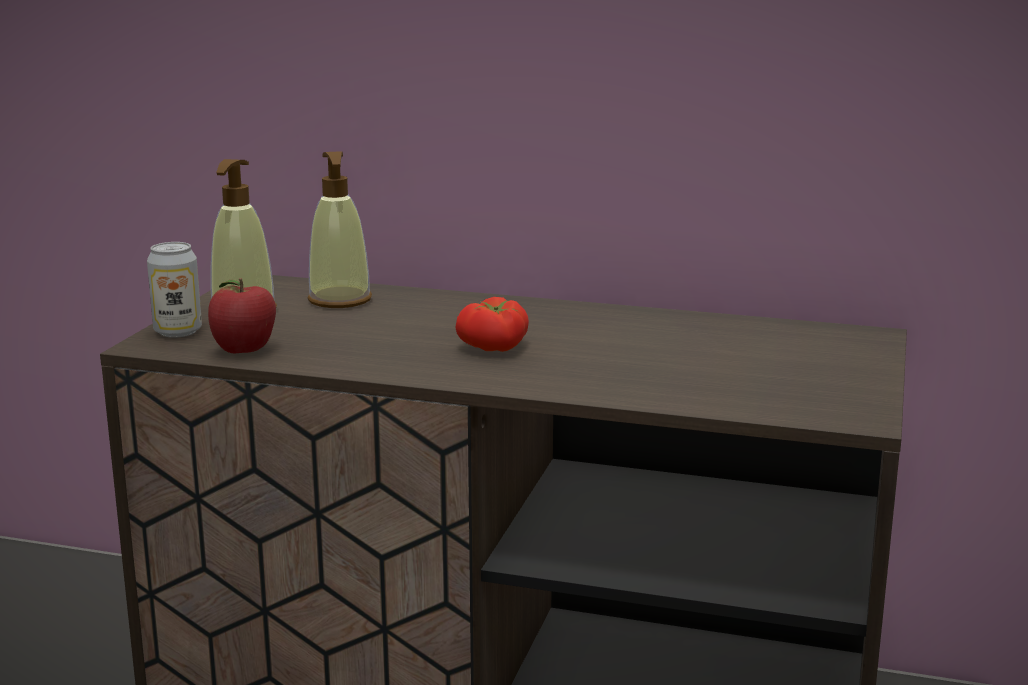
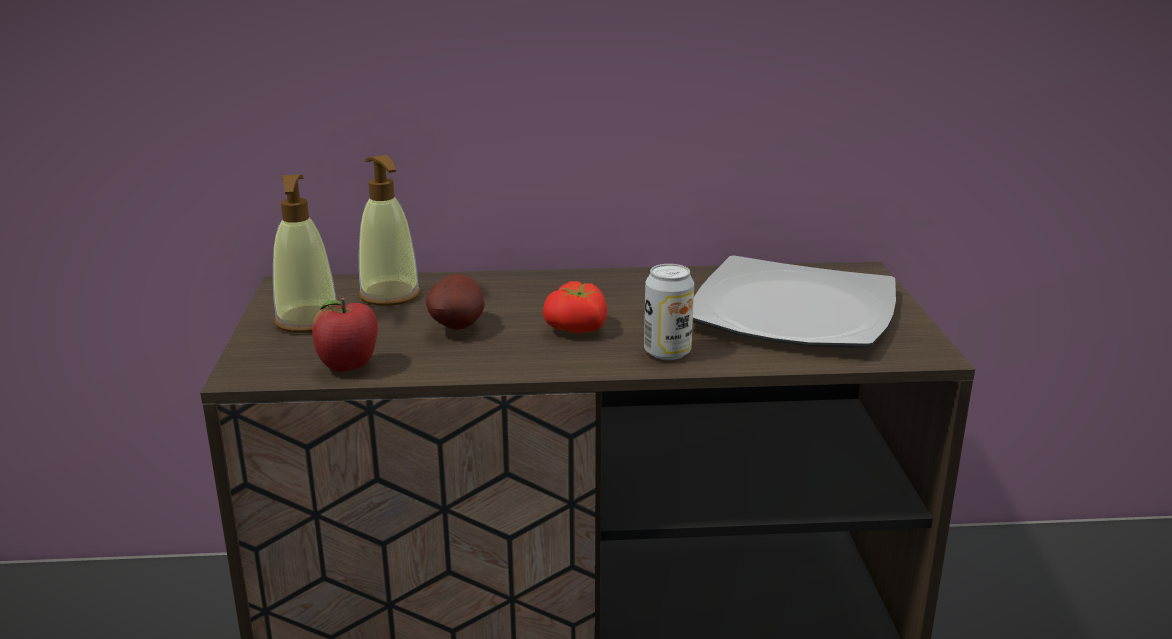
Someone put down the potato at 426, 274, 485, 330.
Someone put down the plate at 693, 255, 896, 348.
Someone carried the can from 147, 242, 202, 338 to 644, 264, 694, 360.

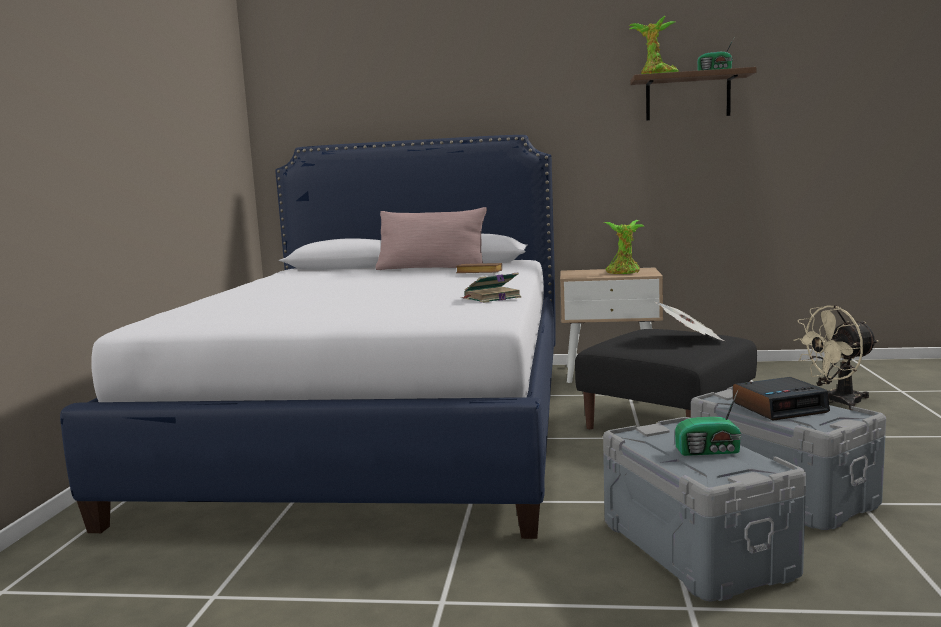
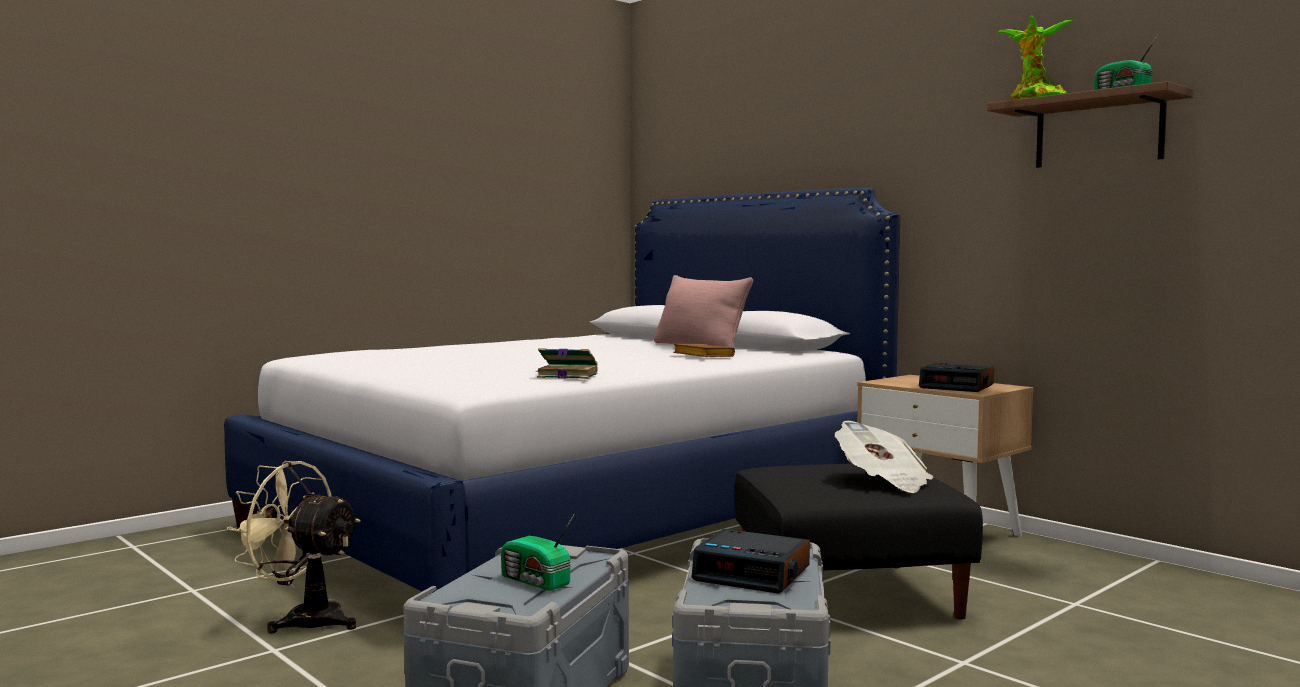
Someone carried the fan/beige from 793, 305, 878, 410 to 227, 461, 361, 634.
Someone swapped the potted plant at 603, 220, 644, 274 for the alarm clock at 919, 363, 994, 392.

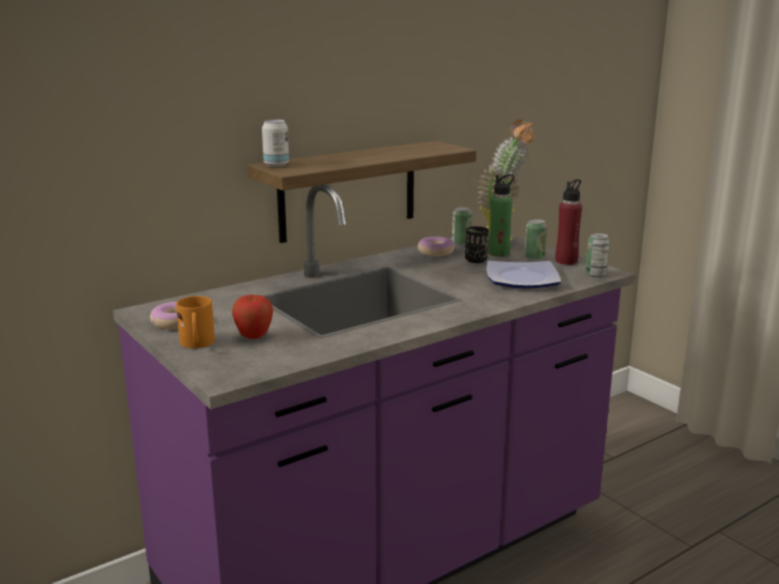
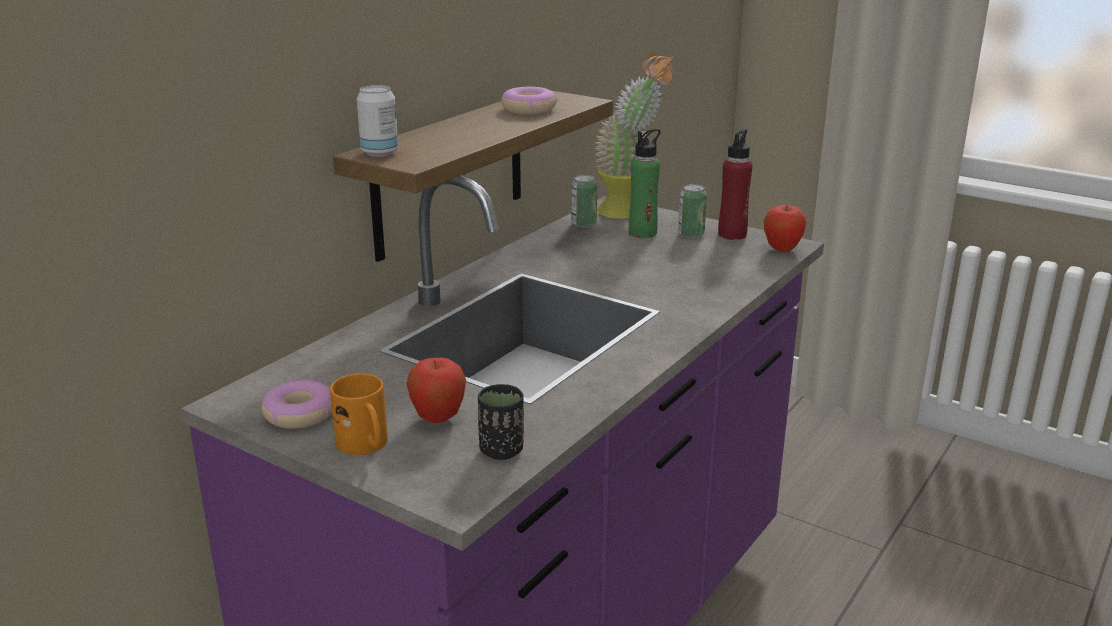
Someone took away the plate at 486, 261, 561, 289.
Someone carried the donut from 418, 236, 455, 257 to 501, 87, 557, 115.
Someone carried the cup/black from 465, 226, 489, 263 to 478, 384, 524, 460.
Someone swapped the can at 585, 233, 610, 277 for the apple at 764, 204, 807, 252.

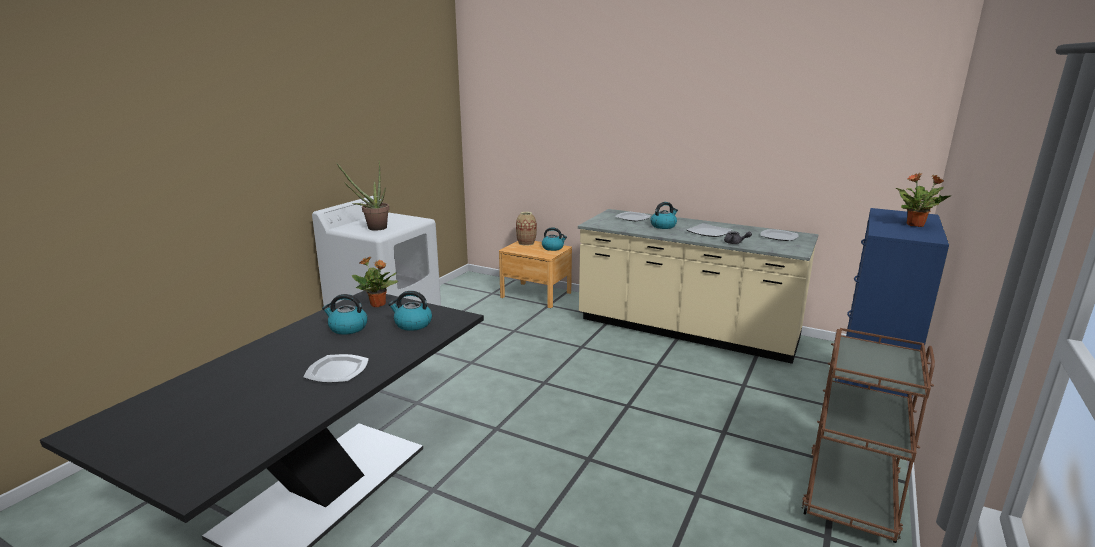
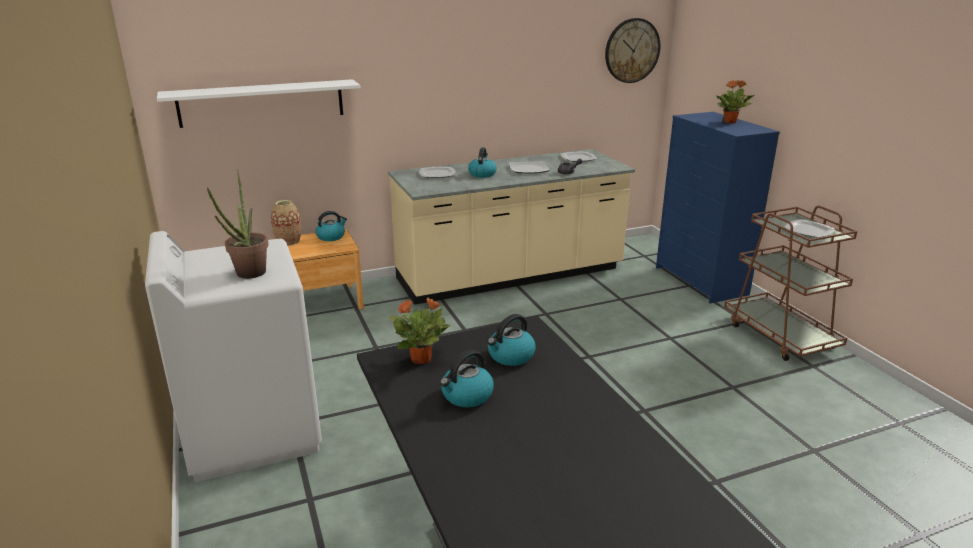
Someone put up the shelf/white at 157, 79, 360, 128.
Someone put up the wall clock at 605, 18, 660, 83.
Someone carried the plate from 303, 354, 369, 382 to 784, 219, 835, 238.

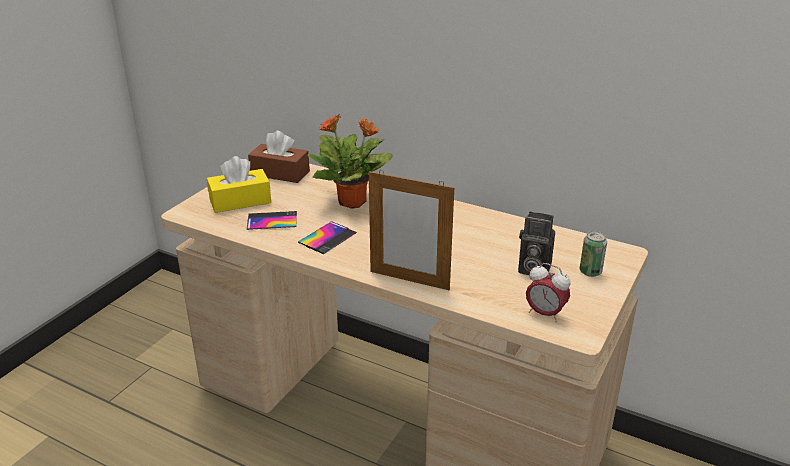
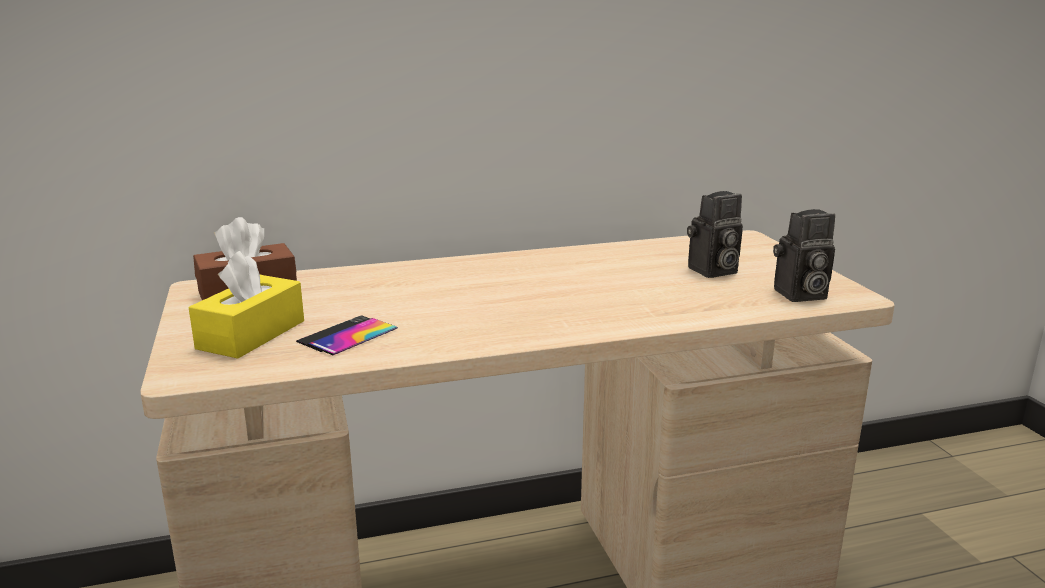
Someone took away the phone at 298, 221, 357, 254.
Someone took away the potted plant at 308, 115, 393, 209.
Someone took away the picture frame at 369, 170, 454, 290.
Someone took away the can at 580, 231, 607, 277.
Someone swapped the alarm clock at 526, 263, 570, 322 for the photo camera at 773, 209, 835, 302.

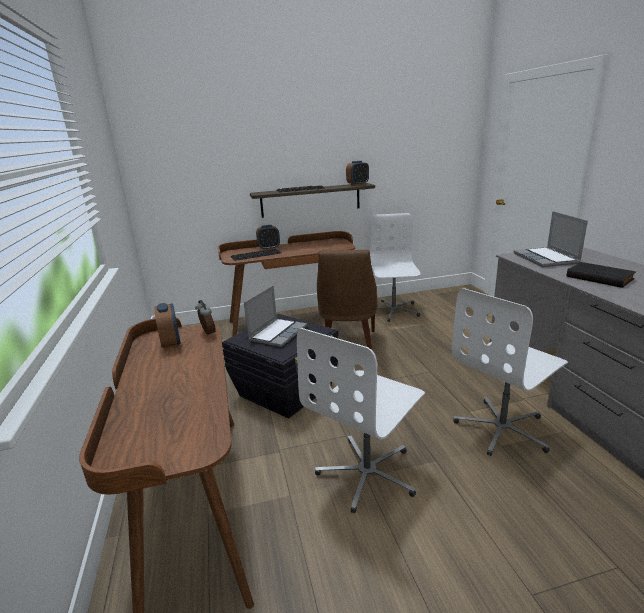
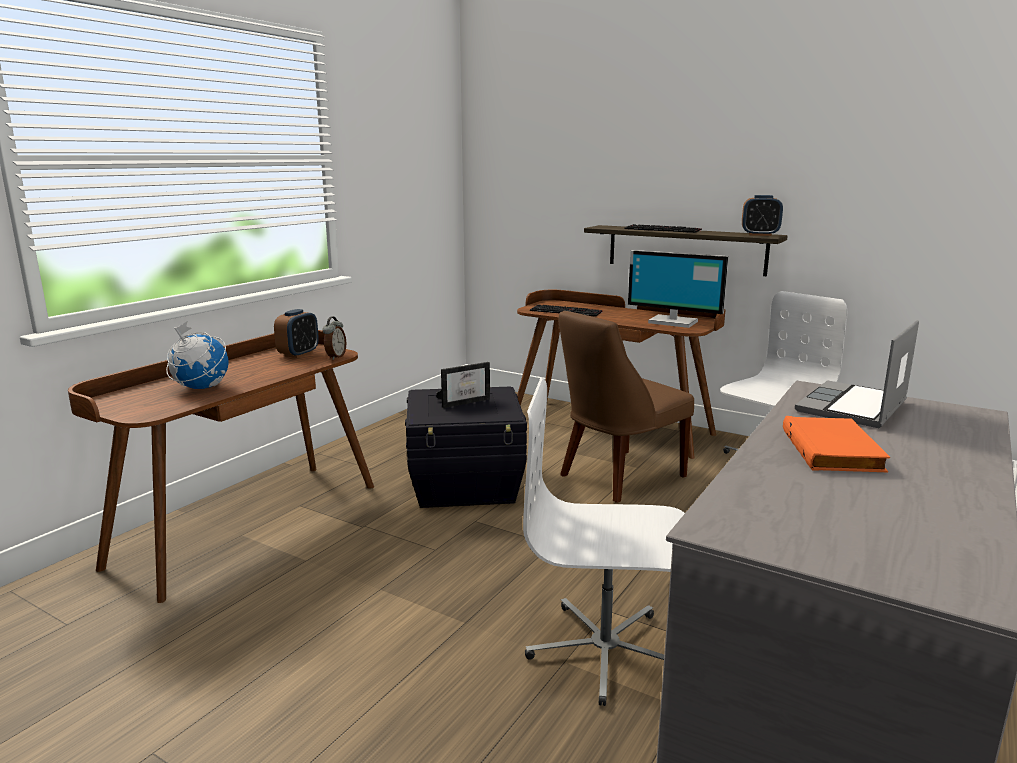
Someone took away the alarm clock at 256, 225, 280, 250.
Someone took away the office chair/white at 297, 328, 425, 513.
Someone put down the globe at 166, 322, 228, 389.
Someone put down the monitor at 628, 250, 729, 328.
Someone swapped the laptop at 244, 285, 307, 347 for the picture frame at 436, 362, 490, 408.
Someone repainted the book/black at 566, 262, 636, 288, which became the book/orange at 783, 416, 890, 472.

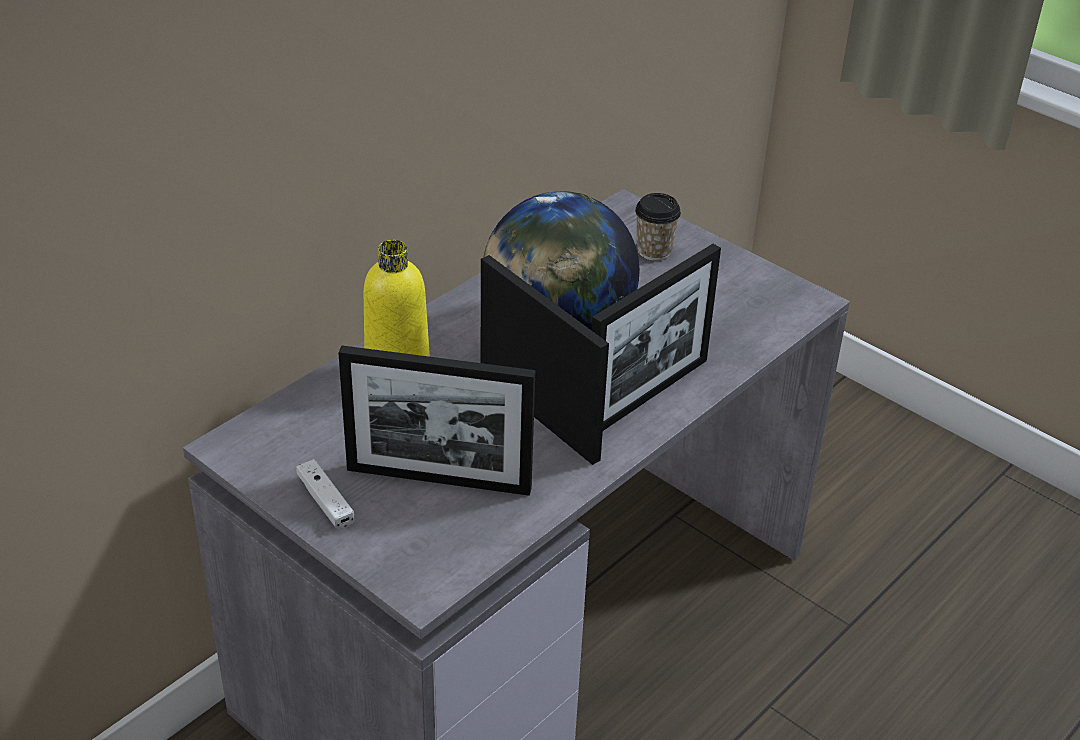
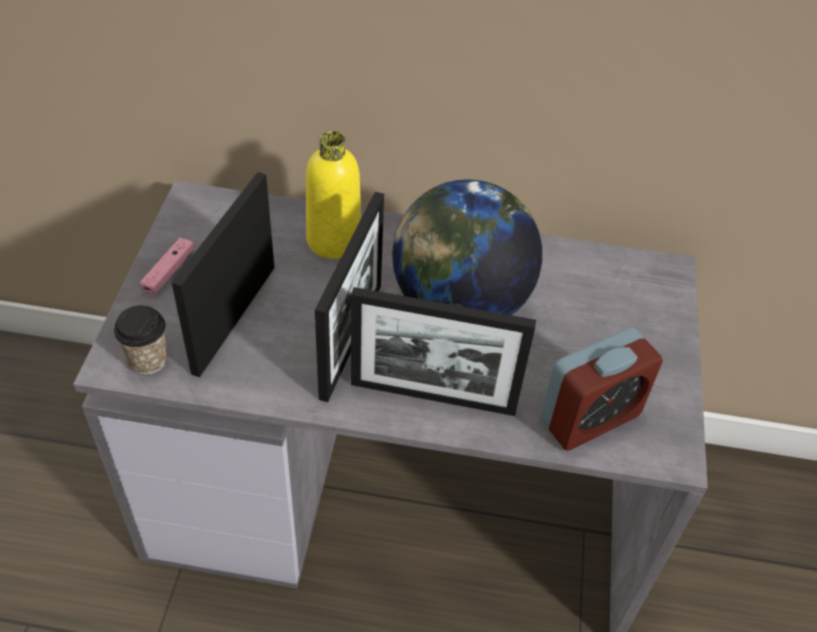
Someone put down the alarm clock at 540, 327, 663, 451.
Someone carried the cup from 635, 193, 681, 261 to 114, 305, 167, 374.
Someone repainted the game controller/white at 296, 459, 354, 529, which became the game controller/pink at 140, 237, 195, 296.
Someone rotated the picture frame at 338, 346, 536, 496 by 45 degrees clockwise.

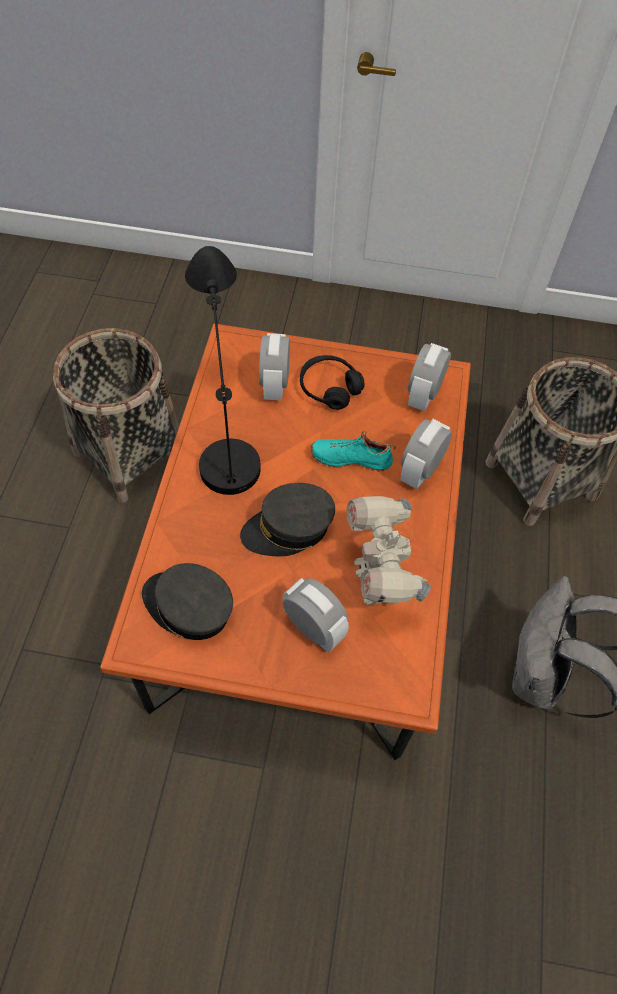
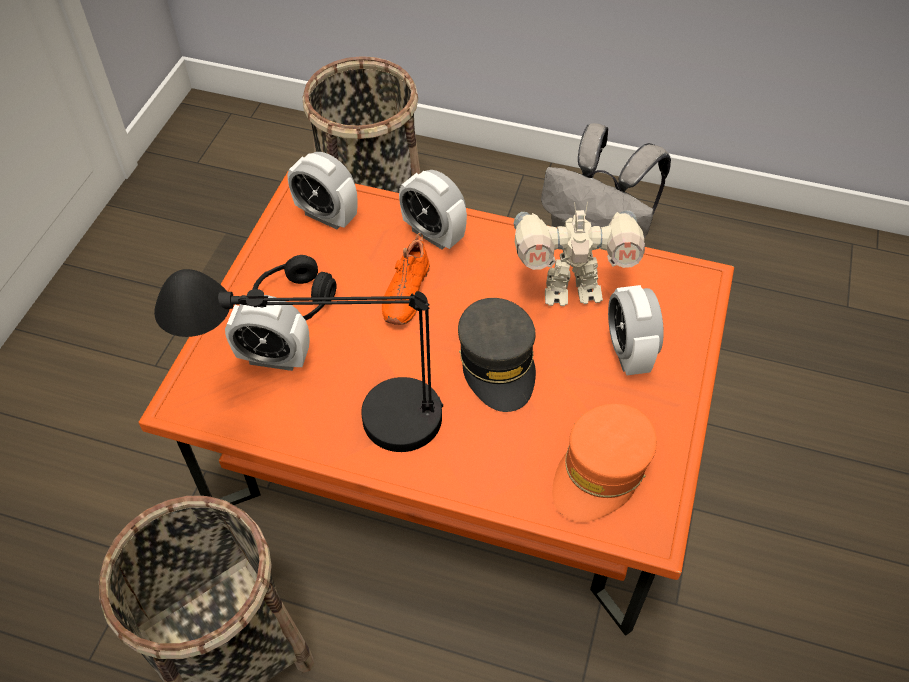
Someone repainted the cap/grey at 142, 563, 233, 640, which became the cap/orange at 552, 403, 657, 522.
Someone repainted the shoe/turquoise at 311, 431, 396, 471, which became the shoe/orange at 382, 233, 430, 325.
Someone rotated the alarm clock at 283, 578, 349, 653 by 60 degrees counterclockwise.

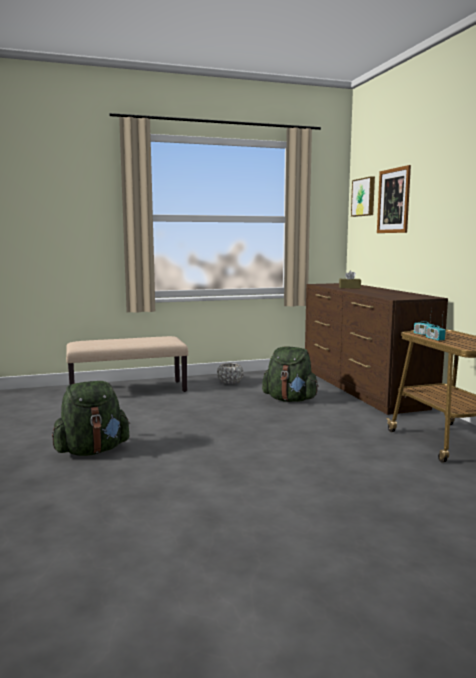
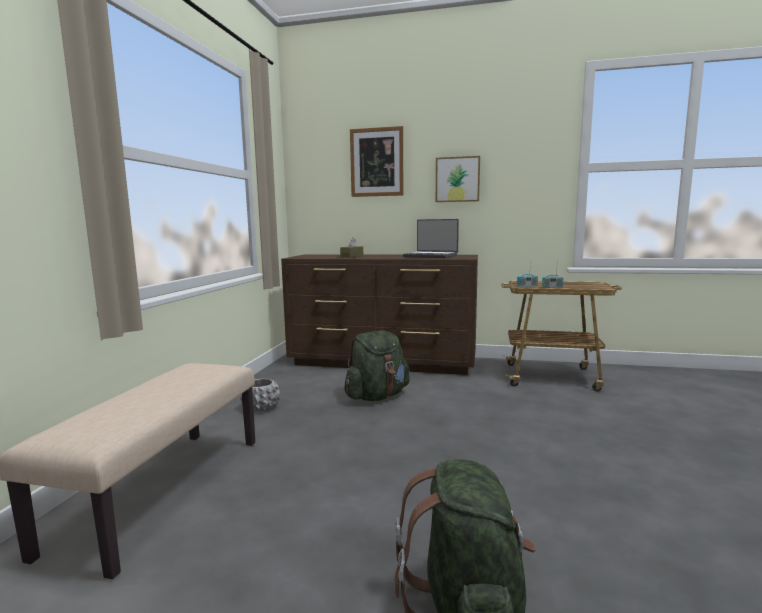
Someone put down the laptop at 403, 219, 459, 258.
Someone carried the picture from 351, 176, 375, 217 to 436, 156, 480, 202.

